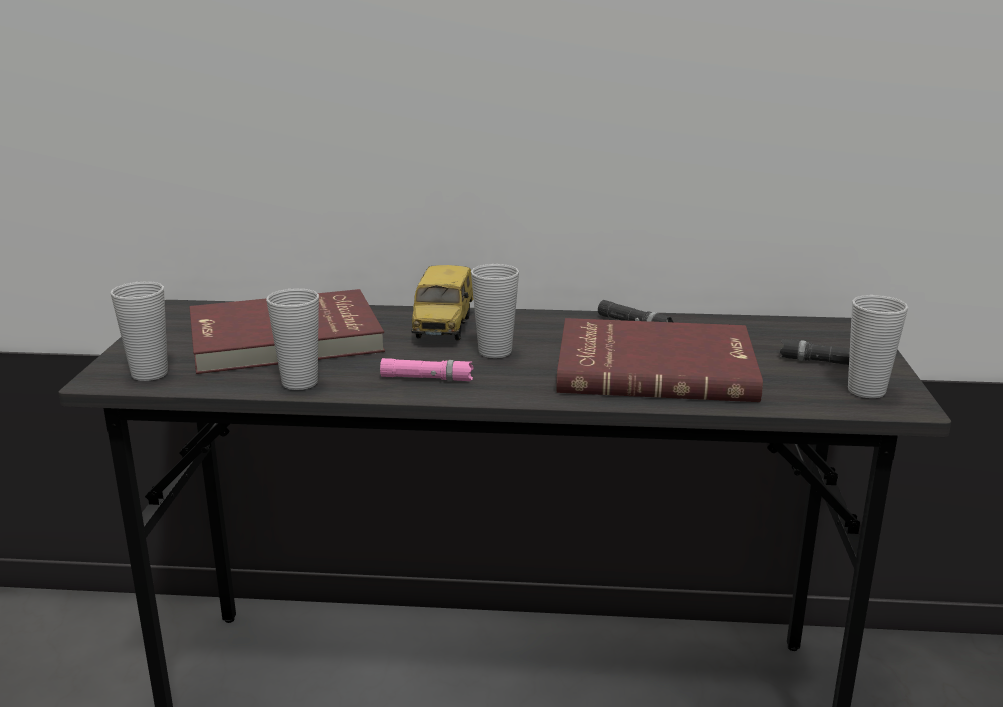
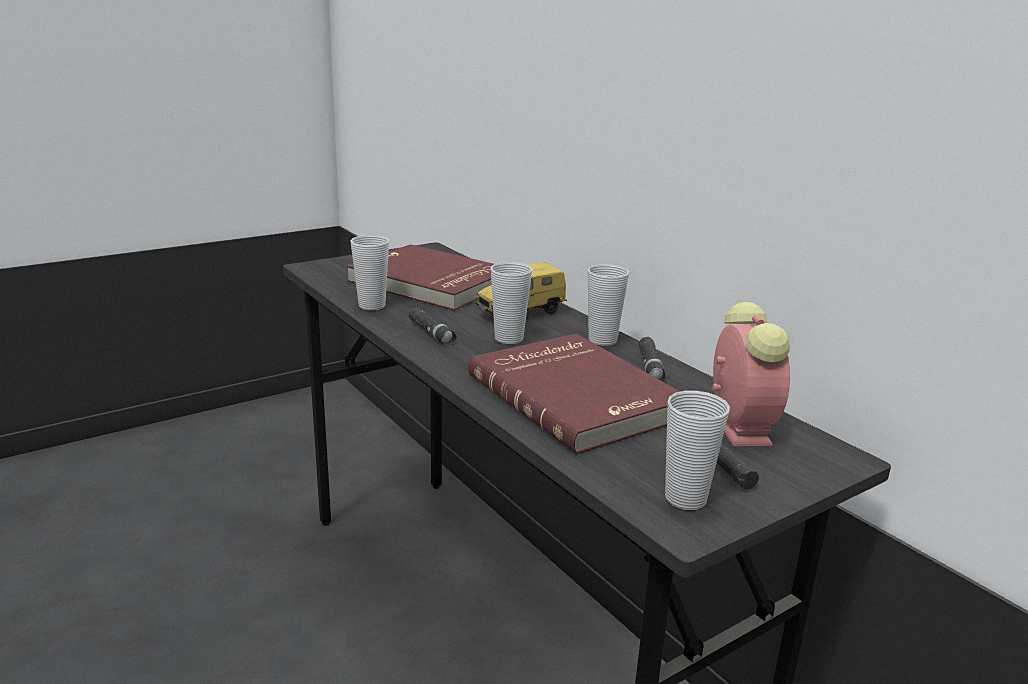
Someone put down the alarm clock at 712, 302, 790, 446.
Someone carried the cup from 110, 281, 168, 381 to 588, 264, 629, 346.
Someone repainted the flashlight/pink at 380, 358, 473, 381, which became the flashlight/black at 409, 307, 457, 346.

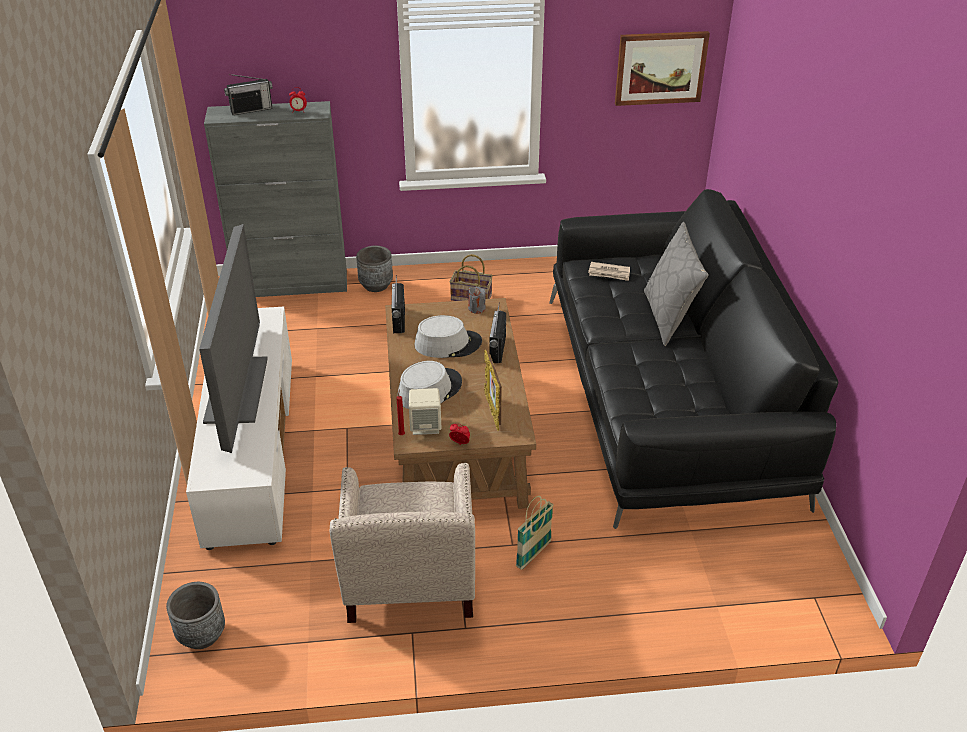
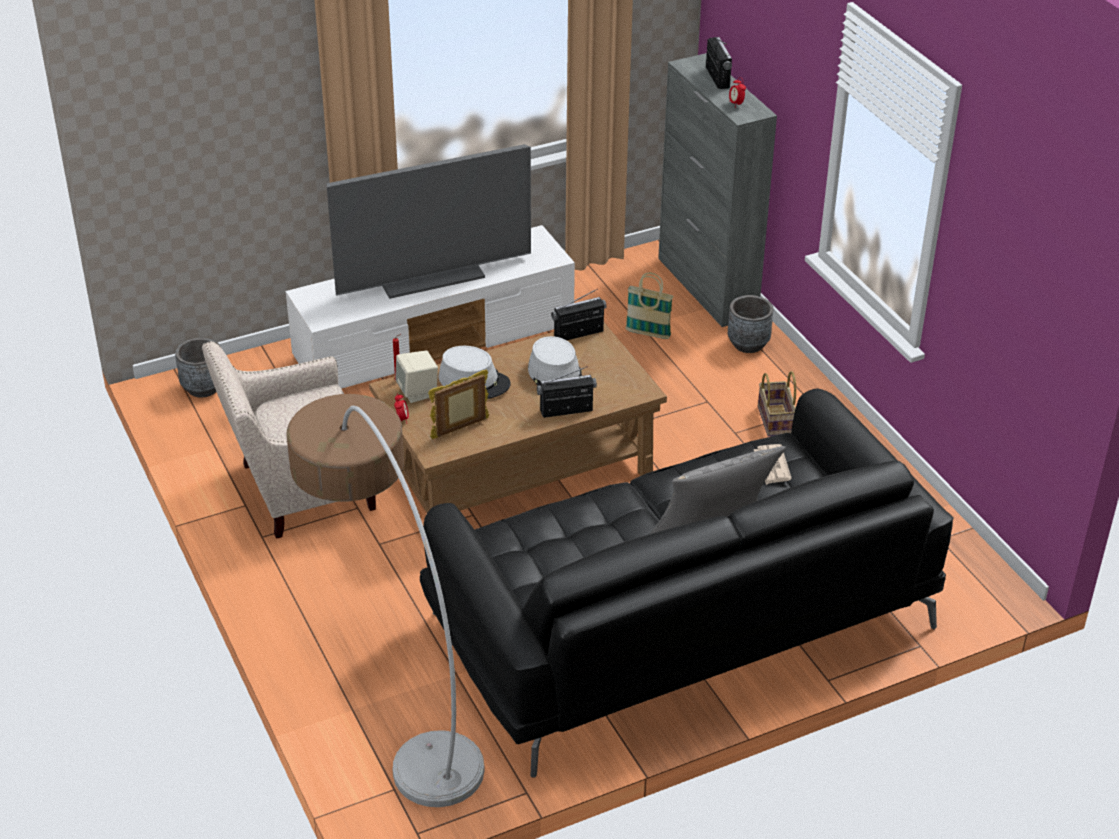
Someone took away the candle/grey at 468, 287, 485, 314.
Someone took away the picture at 615, 31, 710, 106.
Someone put down the floor lamp at 286, 394, 484, 807.
Someone carried the basket from 516, 496, 554, 570 to 625, 273, 673, 339.
Someone rotated the radio at 224, 74, 273, 115 by 150 degrees counterclockwise.

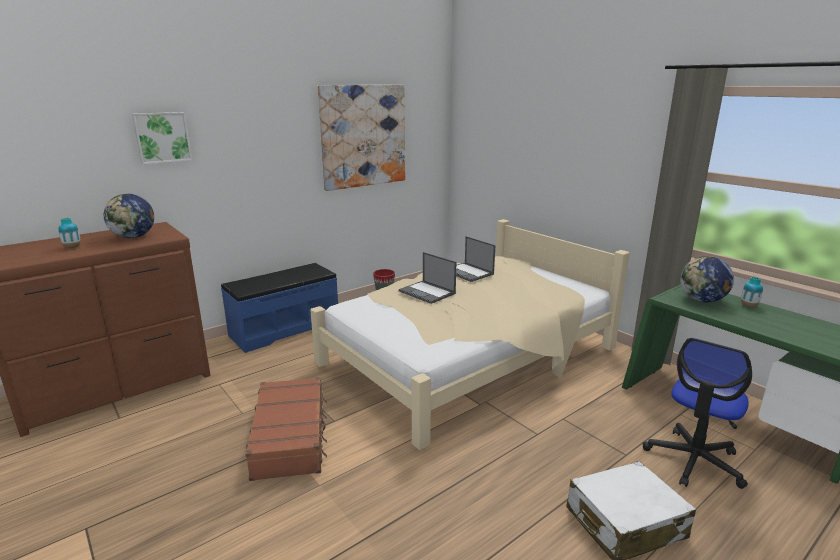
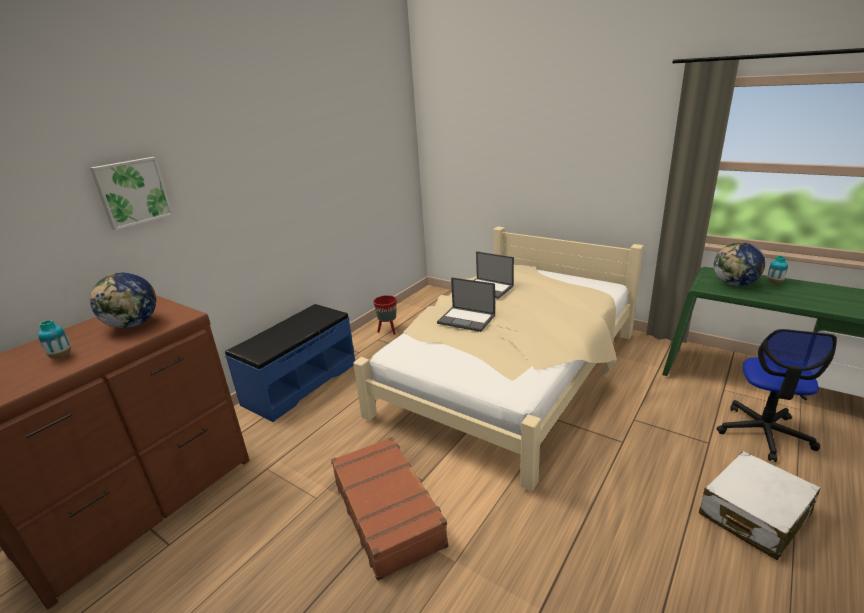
Someone took away the picture at 318, 85, 405, 191.

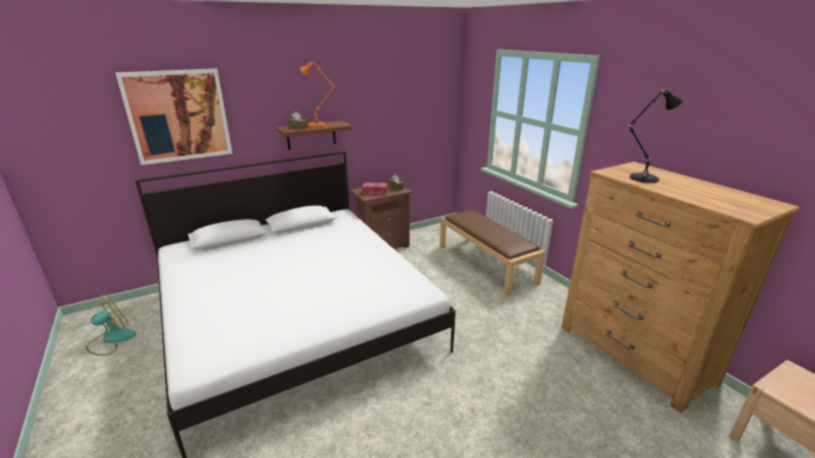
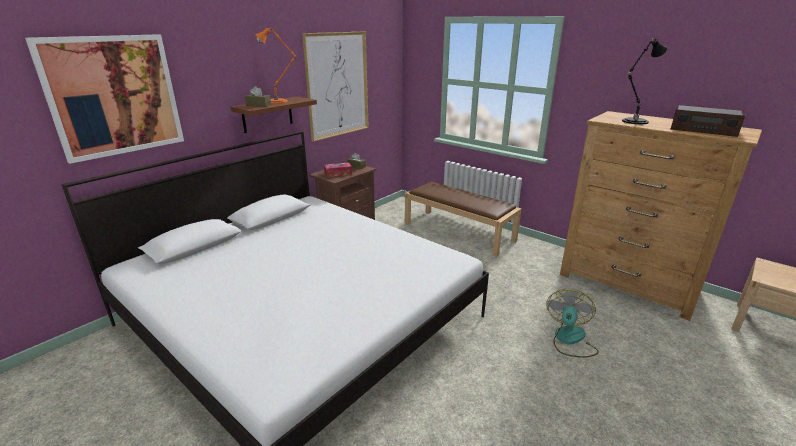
Someone put up the picture at 302, 32, 369, 142.
Someone put down the radio at 671, 105, 745, 137.
Someone carried the fan from 86, 294, 136, 355 to 546, 289, 599, 358.

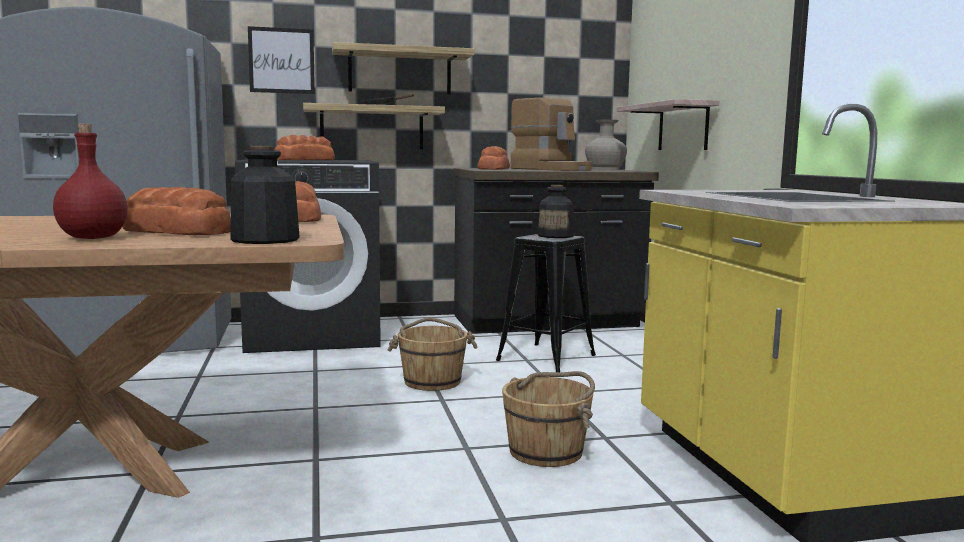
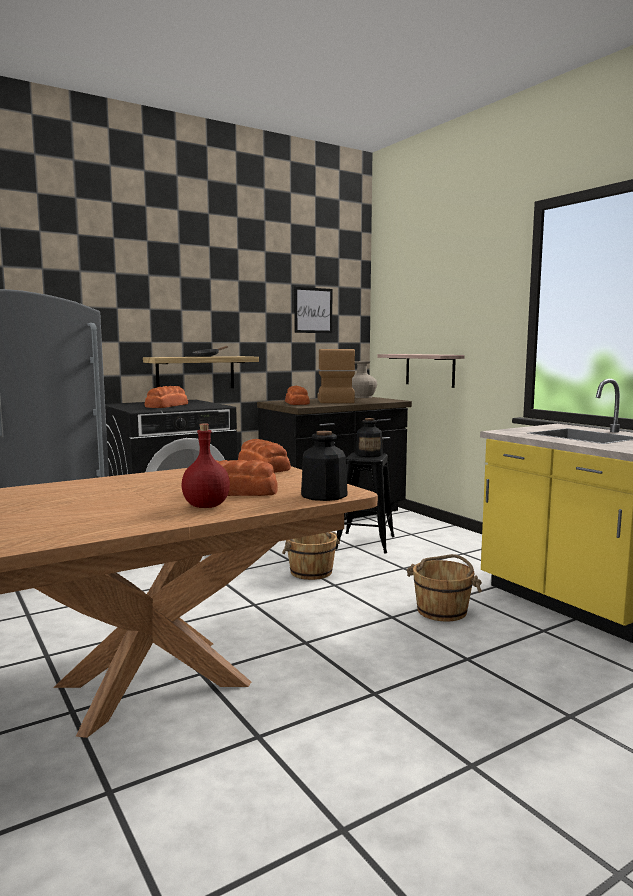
Someone took away the shelf at 332, 42, 474, 95.
Someone carried the picture from 248, 26, 315, 94 to 294, 287, 332, 333.
Someone rotated the coffee machine at 511, 97, 592, 171 by 120 degrees counterclockwise.

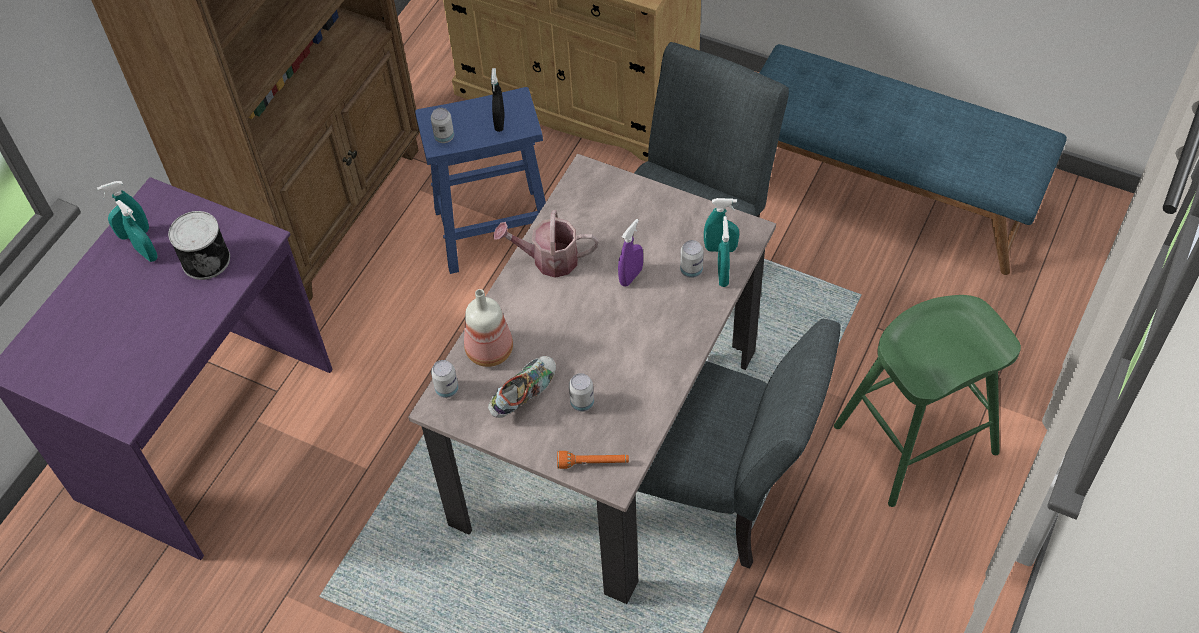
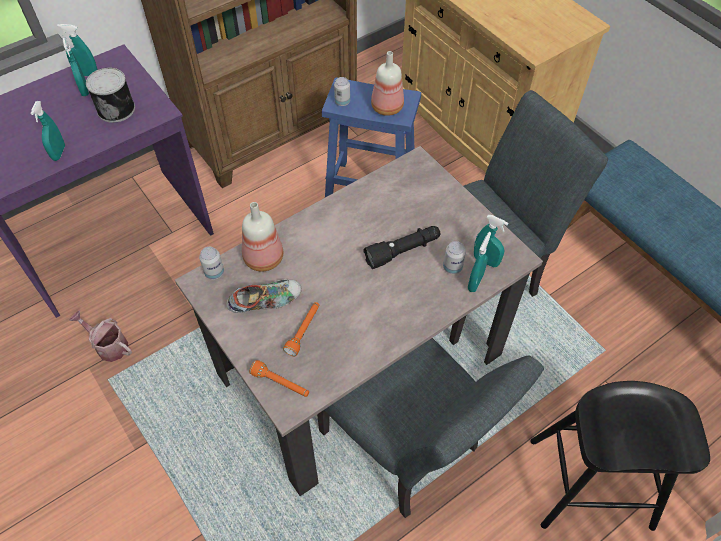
Someone put down the spray bottle/turquoise at 30, 101, 65, 161.
Someone carried the watering can from 493, 210, 598, 278 to 70, 310, 132, 362.
Someone swapped the spray bottle/black at 491, 68, 505, 132 for the bottle at 371, 51, 404, 116.
Someone swapped the can at 569, 373, 594, 412 for the flashlight/orange at 283, 302, 319, 356.
Someone swapped the spray bottle/purple at 618, 219, 643, 286 for the flashlight/black at 363, 226, 440, 269.
Someone repainted the stool/green at 834, 295, 1021, 507, which became the stool/black at 530, 381, 710, 531.

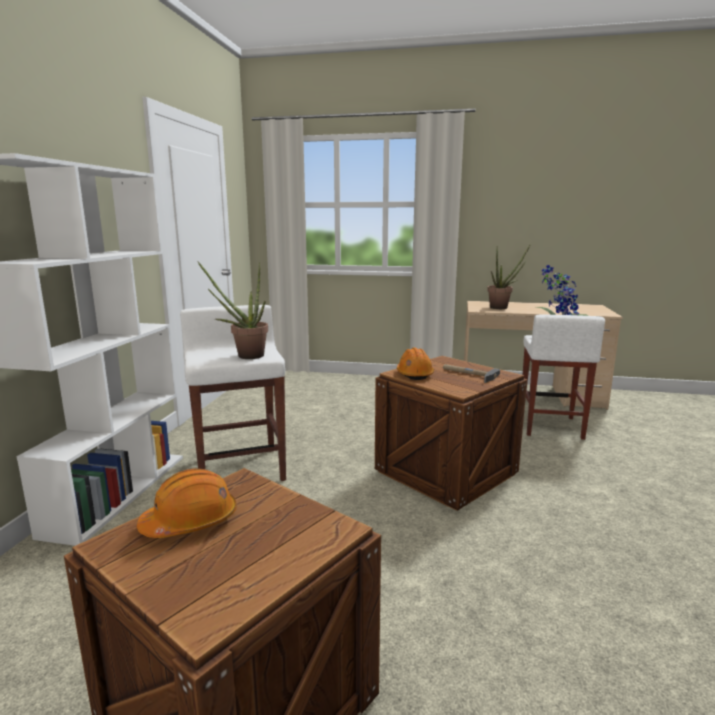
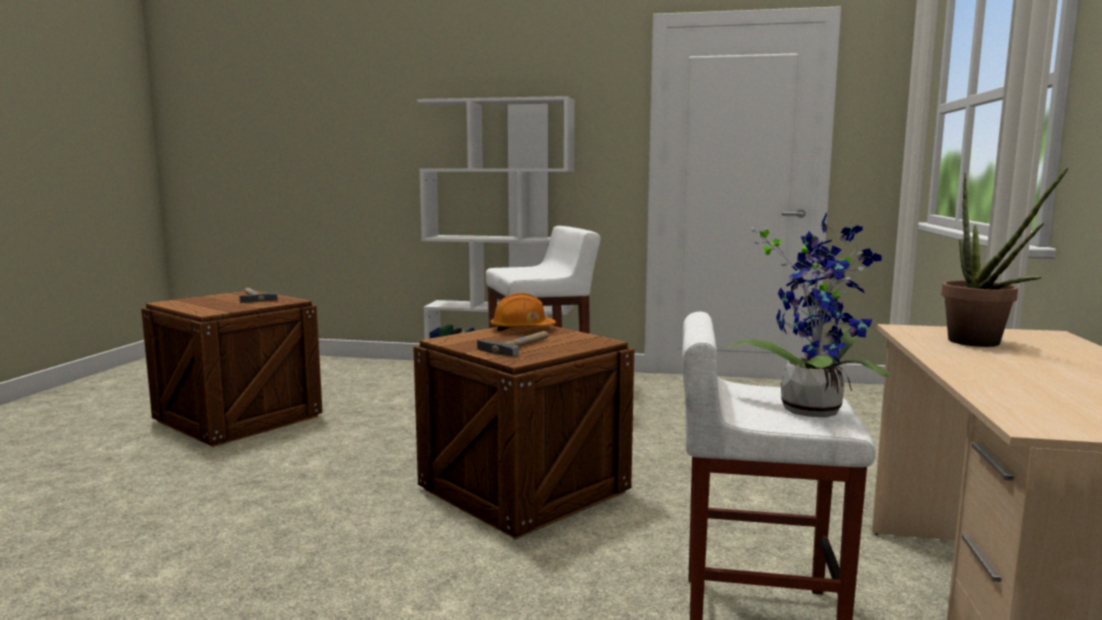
Someone took away the potted plant at 198, 262, 268, 359.
Someone swapped the hard hat/orange at 137, 468, 237, 538 for the hammer at 239, 288, 278, 303.

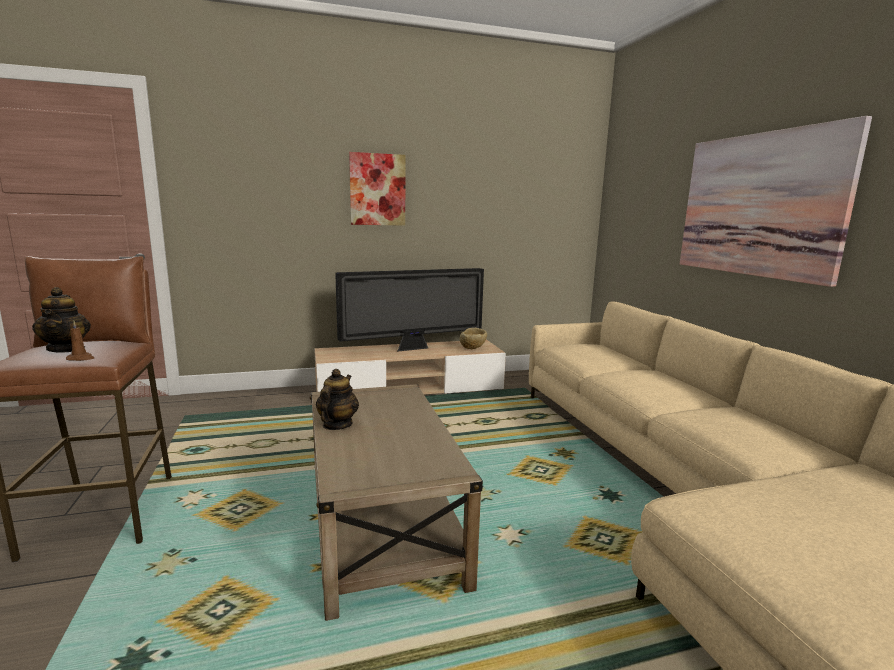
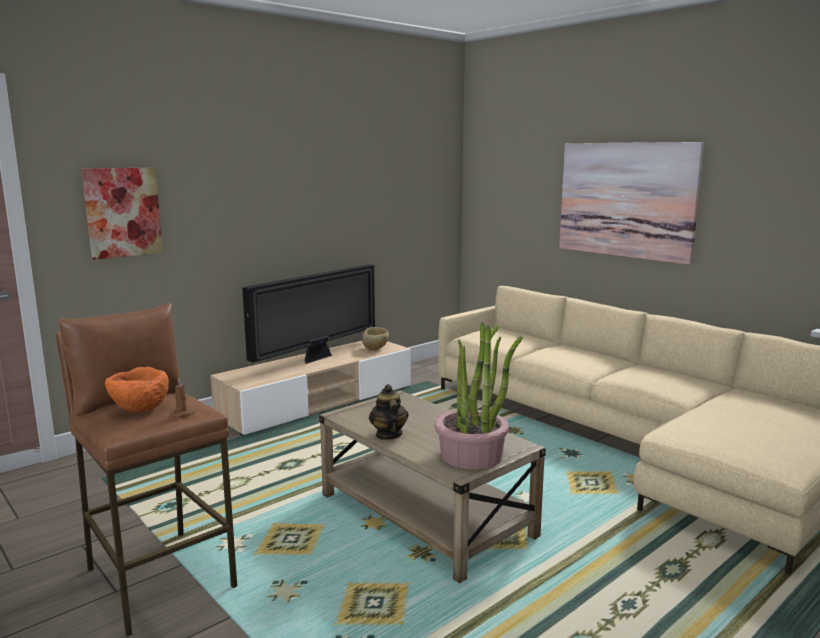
Someone put down the potted plant at 435, 322, 523, 470.
Someone carried the picture from 349, 152, 406, 226 to 81, 167, 163, 260.
Someone swapped the teapot at 32, 287, 91, 352 for the bowl/orange at 105, 367, 169, 412.

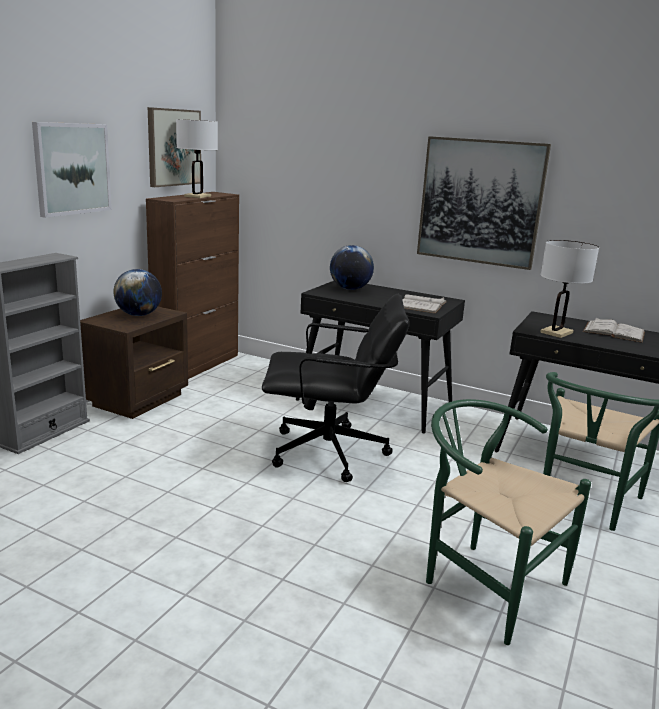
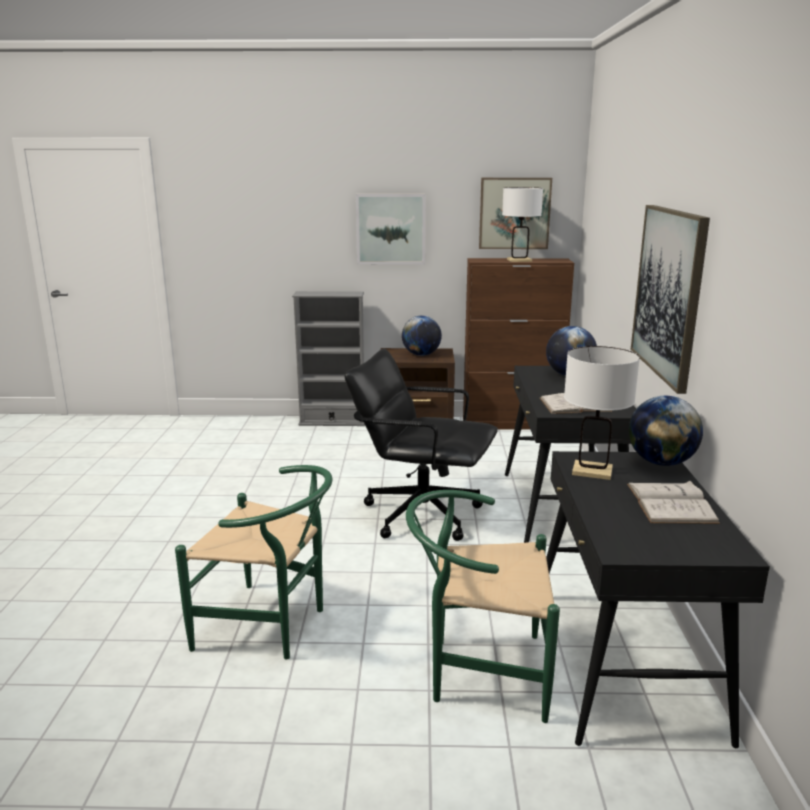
Someone put down the globe at 629, 396, 703, 466.
Someone rotated the office chair/black at 262, 294, 409, 482 by 135 degrees clockwise.
Someone rotated the chair/green at 426, 399, 591, 645 by 90 degrees clockwise.

